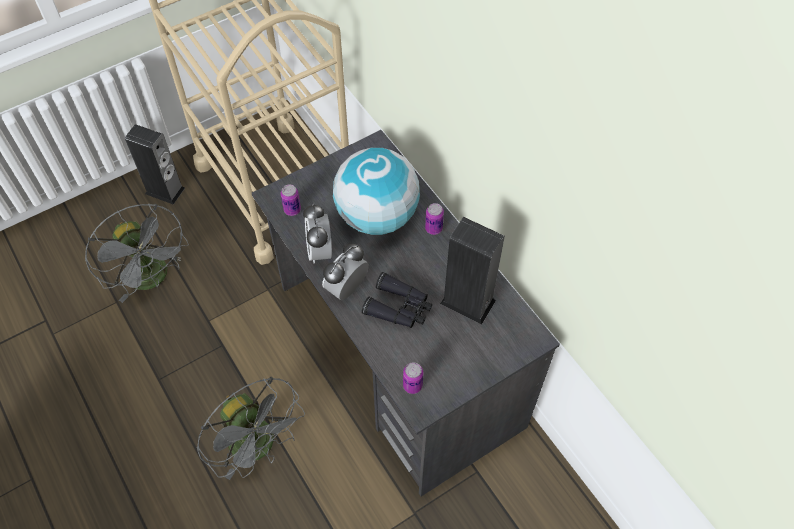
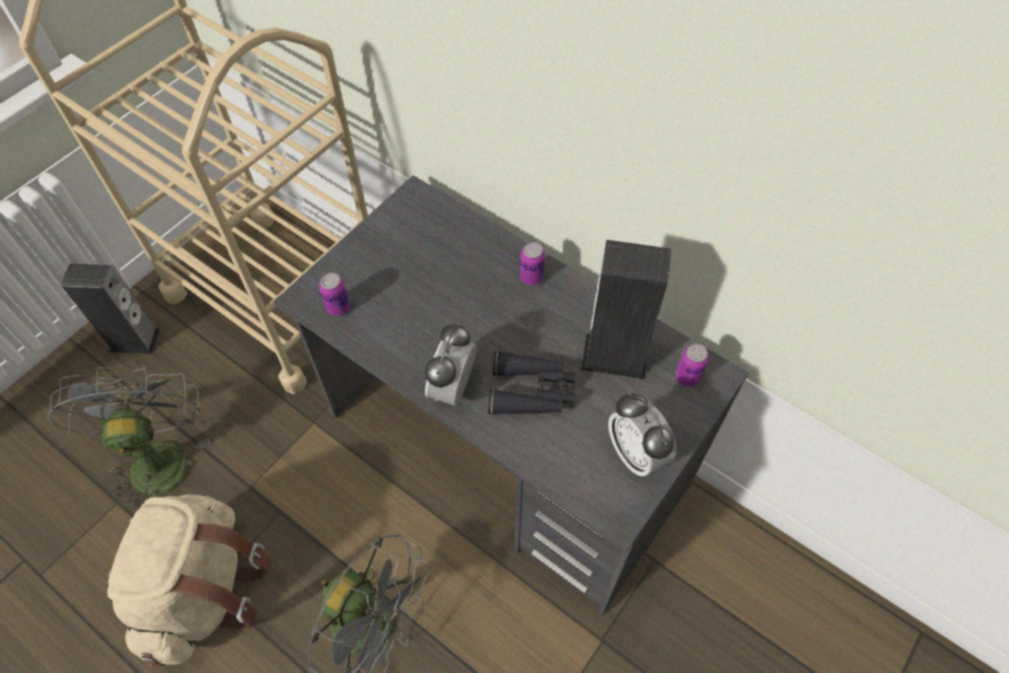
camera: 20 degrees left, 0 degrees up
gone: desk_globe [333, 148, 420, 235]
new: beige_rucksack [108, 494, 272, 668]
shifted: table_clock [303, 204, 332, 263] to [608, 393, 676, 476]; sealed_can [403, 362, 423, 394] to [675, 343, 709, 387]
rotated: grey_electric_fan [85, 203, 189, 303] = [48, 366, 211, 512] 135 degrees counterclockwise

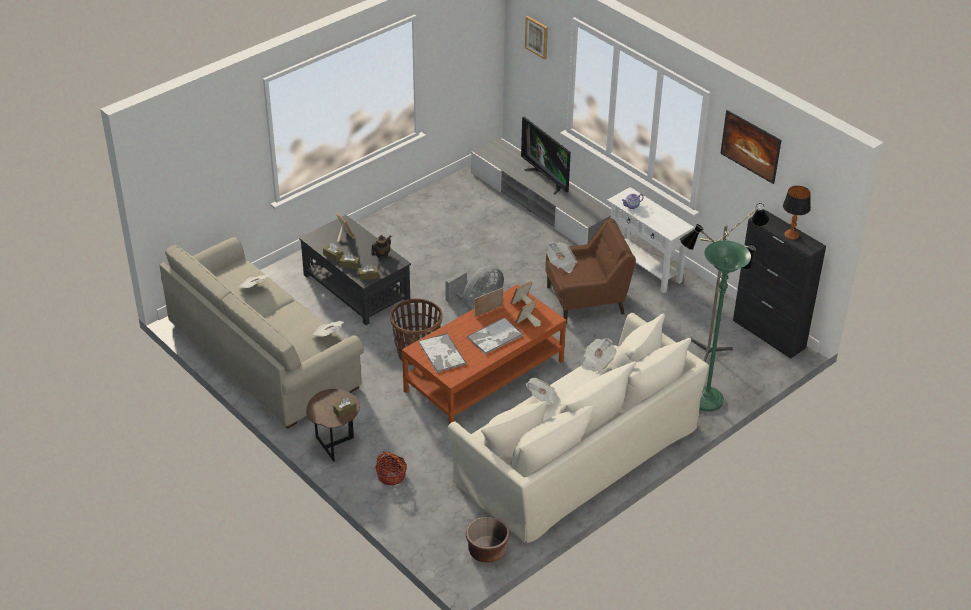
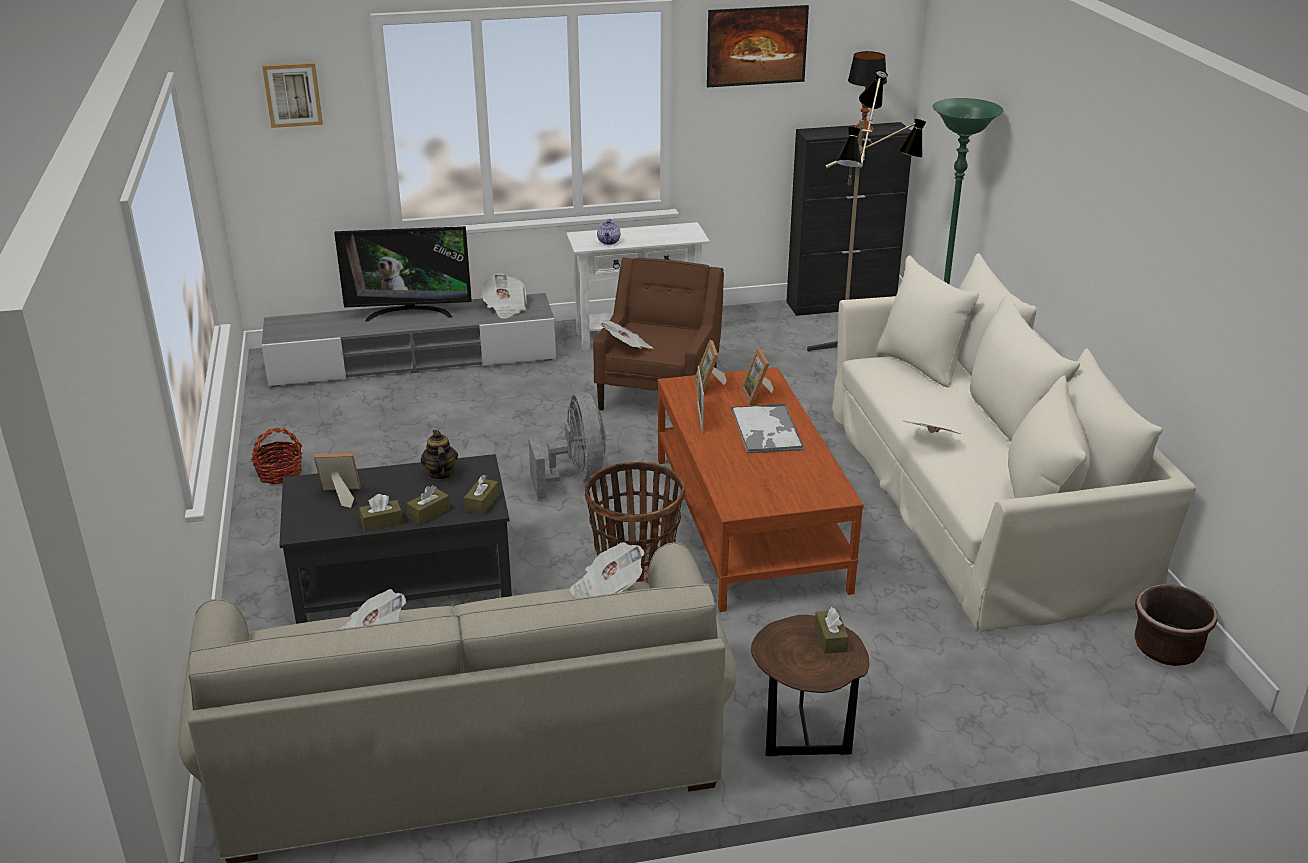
camera: 60 degrees left, 10 degrees down
gone: serving_tray [418, 333, 466, 372]
shifted: household_basket [375, 451, 407, 486] to [251, 428, 302, 484]; printed_paper [582, 338, 617, 373] to [481, 273, 527, 319]

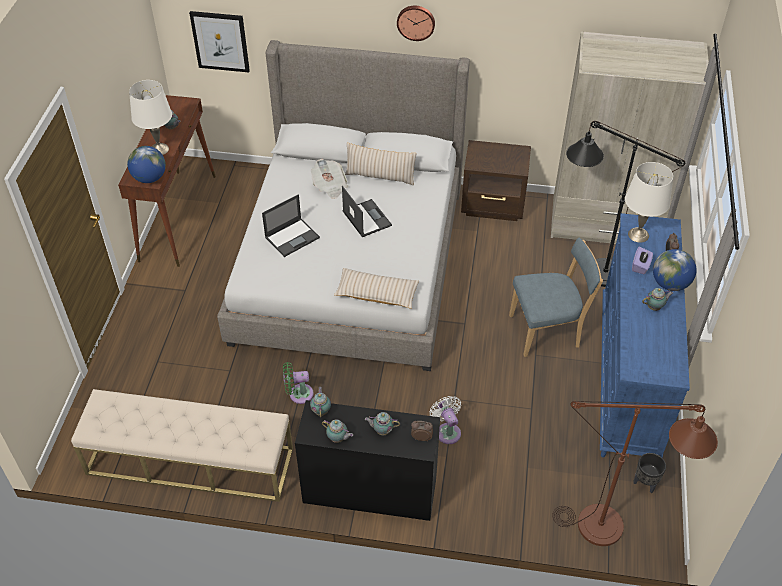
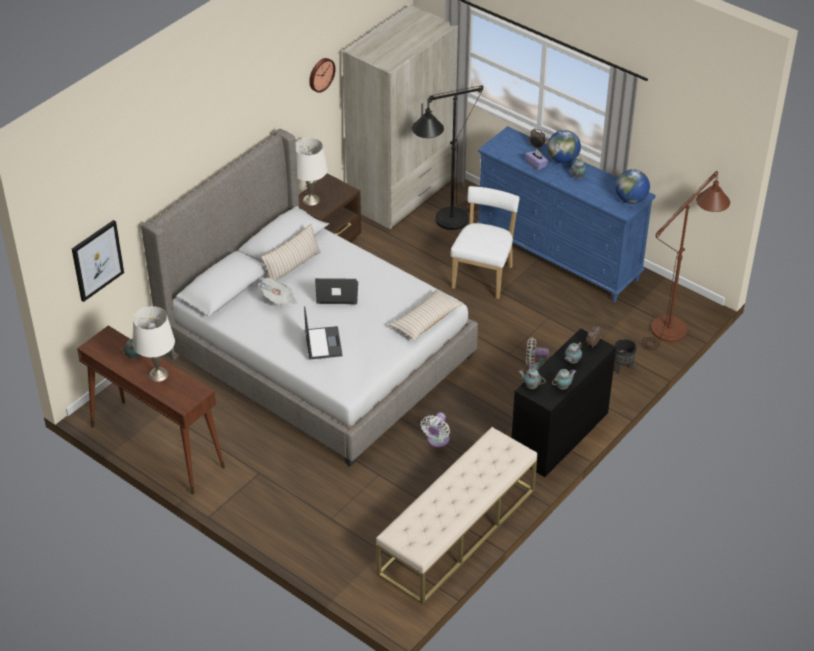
camera: 60 degrees left, 5 degrees down
shifted: whitish_tabletop_lamp [625, 162, 673, 243] to [295, 138, 328, 206]; wall_clock [397, 6, 435, 41] to [309, 58, 336, 93]; black_planter [633, 453, 666, 493] to [614, 339, 637, 374]; desk_globe [127, 146, 166, 183] to [615, 169, 650, 204]
repainted: green_electric_fan [283, 362, 314, 404] to whitish_electric_fan [421, 412, 450, 447]; blue-coloured_plain_chair [509, 238, 603, 357] to whitish_plain_chair [451, 186, 519, 299]

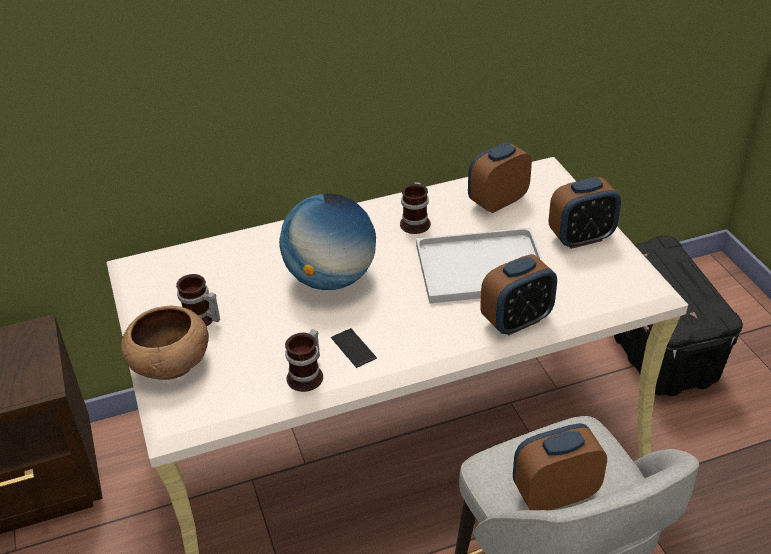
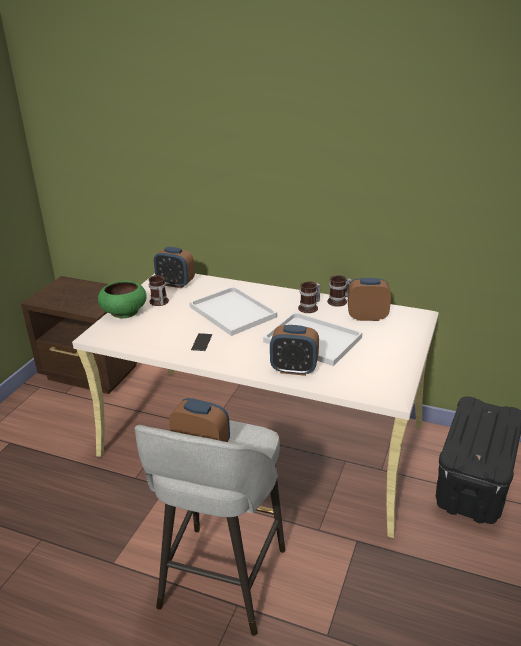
camera: 40 degrees right, 10 degrees down
shifted: table_clock [549, 177, 621, 249] to [154, 247, 195, 289]; mug [285, 329, 323, 392] to [327, 275, 352, 307]
swapped: desk_globe [279, 194, 376, 290] to whitish_serving_tray [189, 286, 277, 336]
repainted: brown_deep_dish [121, 306, 209, 380] to green_deep_dish [98, 281, 147, 319]

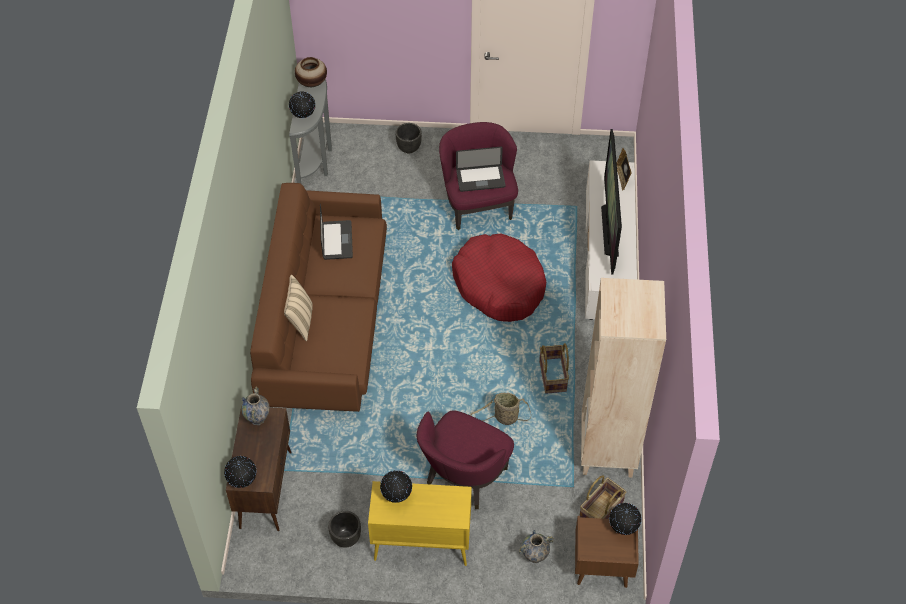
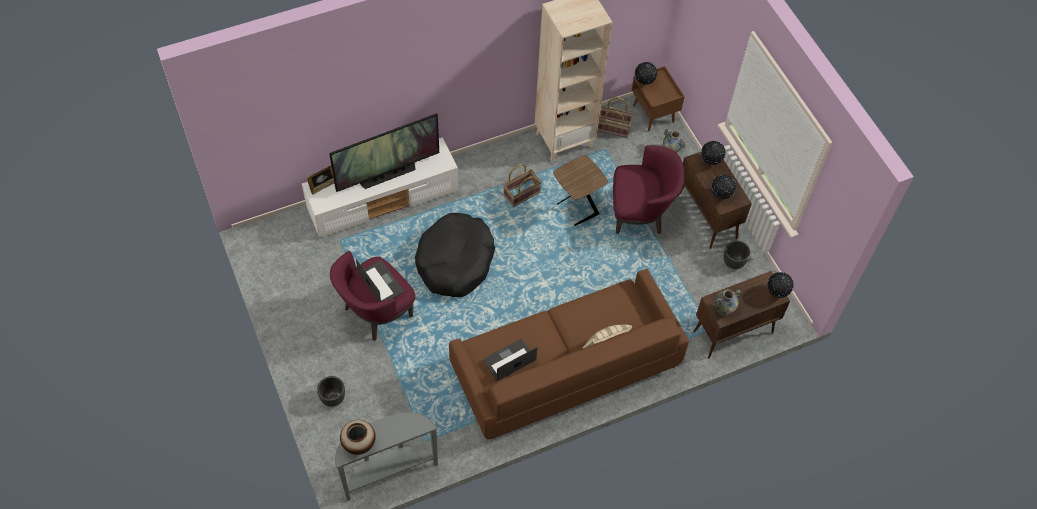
camera: 120 degrees left, 5 degrees up
shifted: desk_globe [289, 91, 315, 118] to [701, 141, 725, 165]
swapped: household_basket [470, 393, 531, 425] to brown_side_table [553, 155, 608, 226]
repainted: red-coloured_dog_bed [452, 234, 546, 322] to black_dog_bed [415, 213, 495, 297]; yellow_cupboard [368, 481, 472, 566] to brown_cupboard [678, 152, 752, 249]

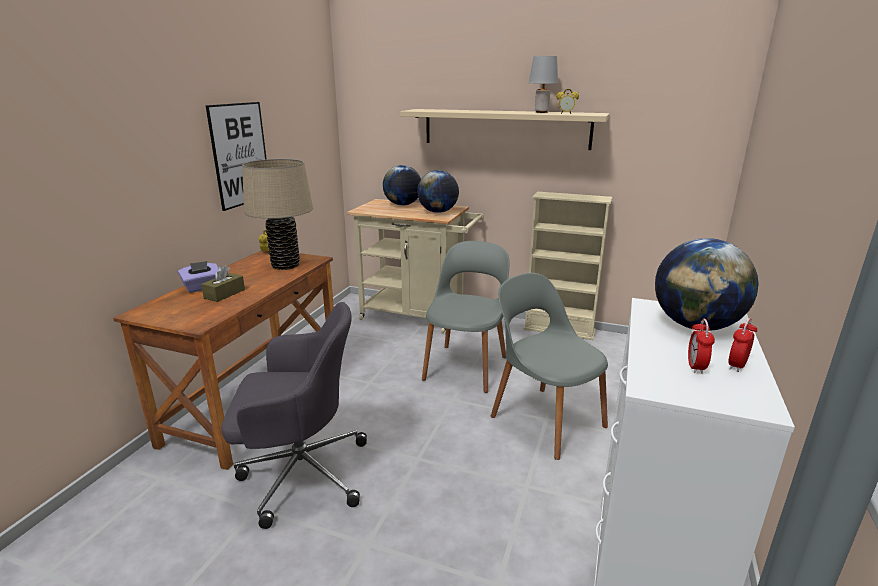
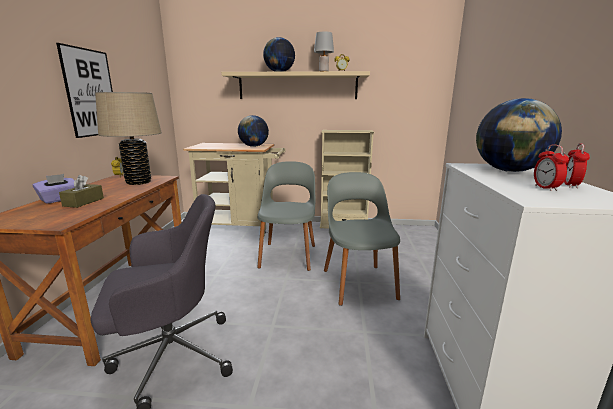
camera: 15 degrees left, 5 degrees down
shifted: desk_globe [383, 165, 421, 206] to [263, 37, 295, 72]
rotated: grey_plain_chair [491, 273, 608, 460] = [324, 172, 400, 306] 45 degrees clockwise

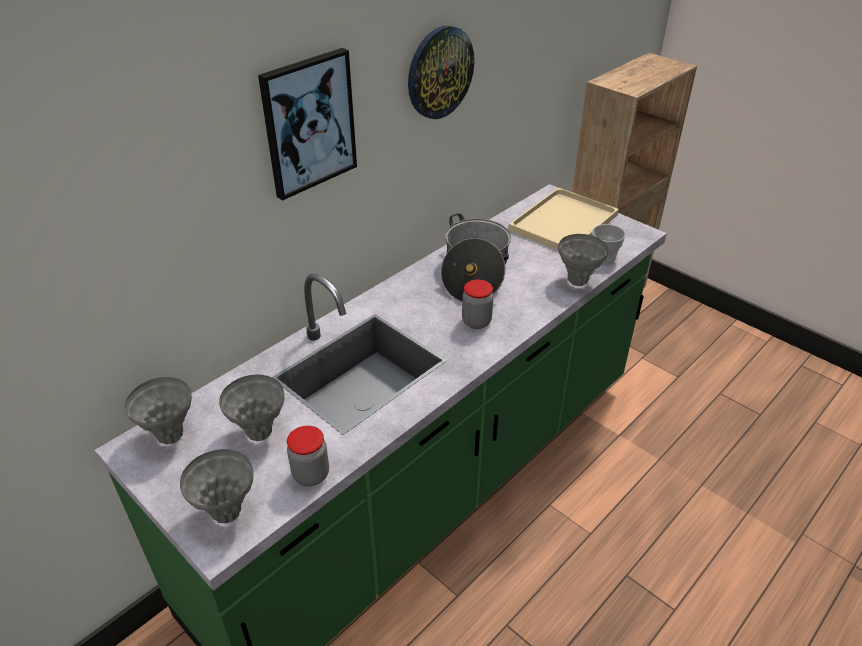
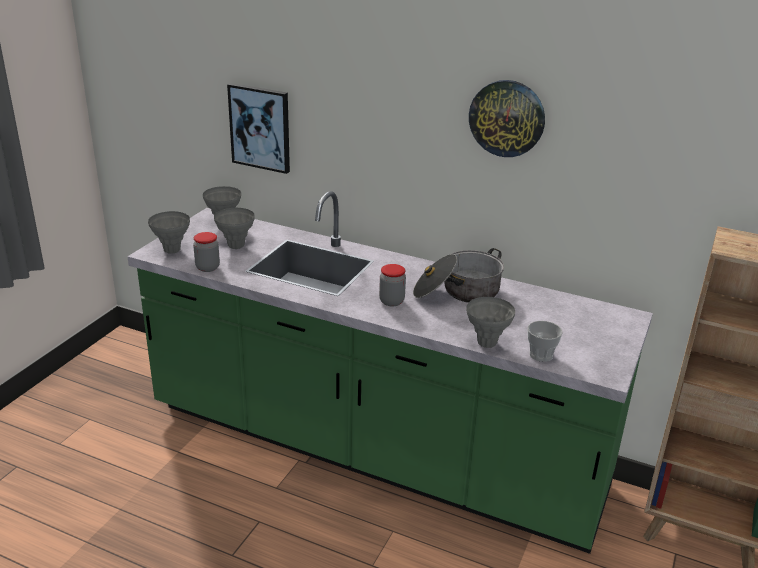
camera: 70 degrees right, 10 degrees down
gone: beige_serving_tray [508, 187, 619, 250]
shifted: picture [258, 48, 357, 200] to [227, 83, 290, 174]

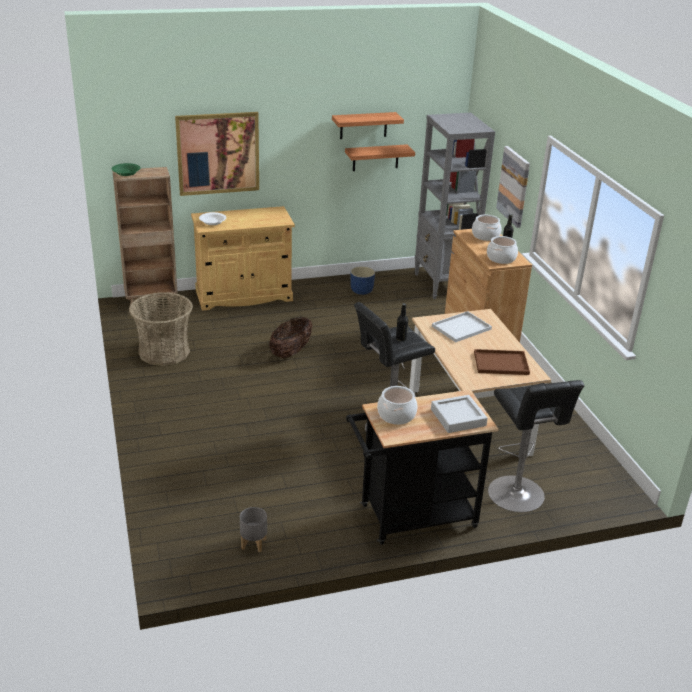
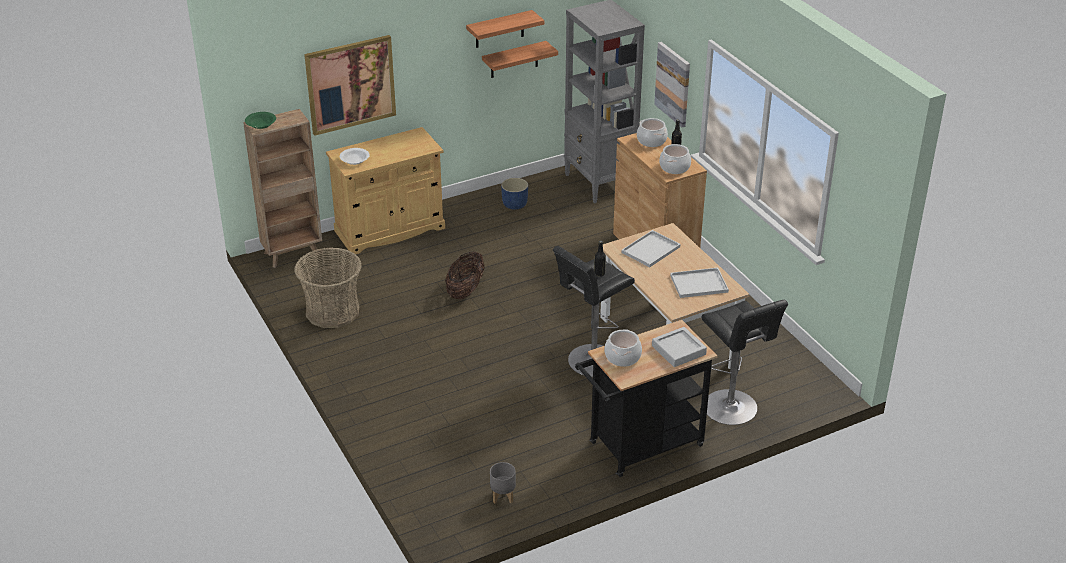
camera: 10 degrees left, 5 degrees up
repainted: brown_serving_tray [474, 349, 530, 375] to whitish_serving_tray [670, 268, 729, 298]

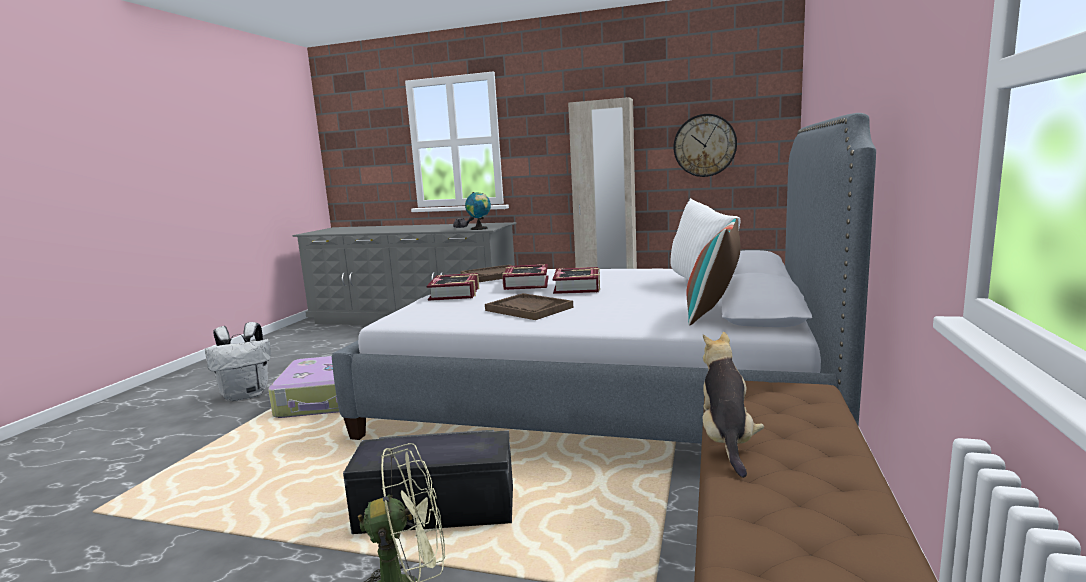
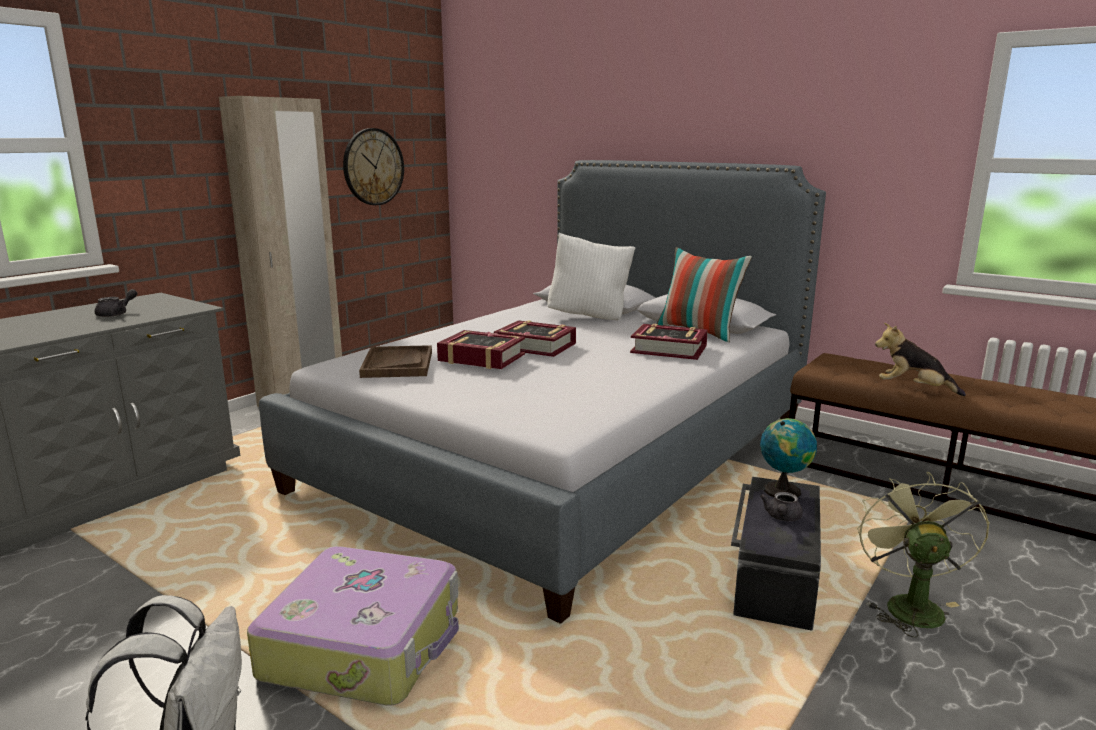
camera: 70 degrees left, 5 degrees up
gone: brown_serving_tray [485, 293, 573, 320]
new: grey_teapot [760, 492, 803, 521]
shifted: bound_book [427, 273, 479, 301] to [630, 324, 708, 360]; desk_globe [465, 192, 491, 230] to [760, 418, 817, 497]

